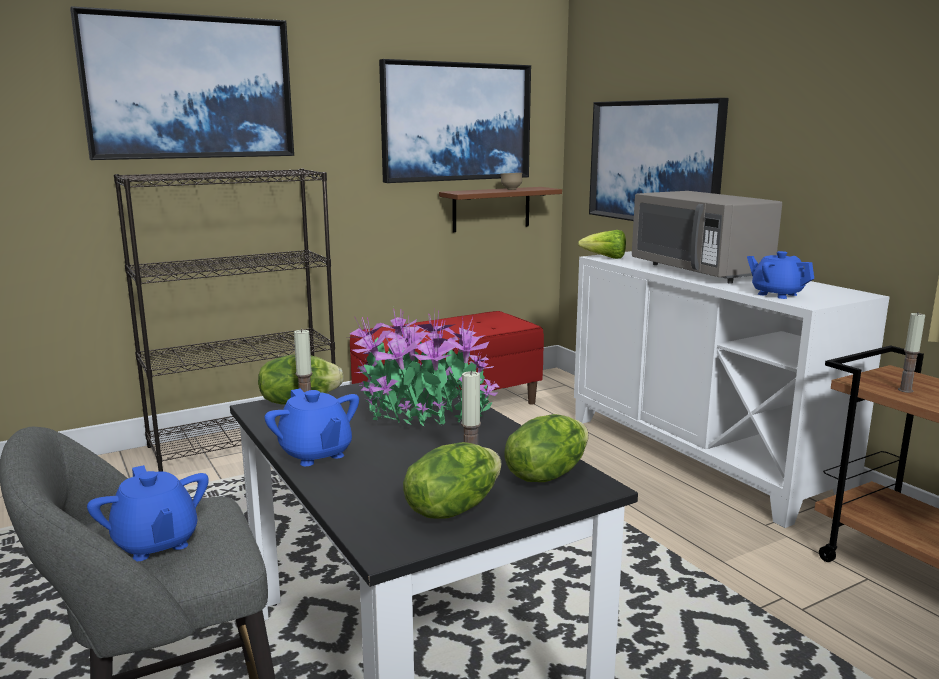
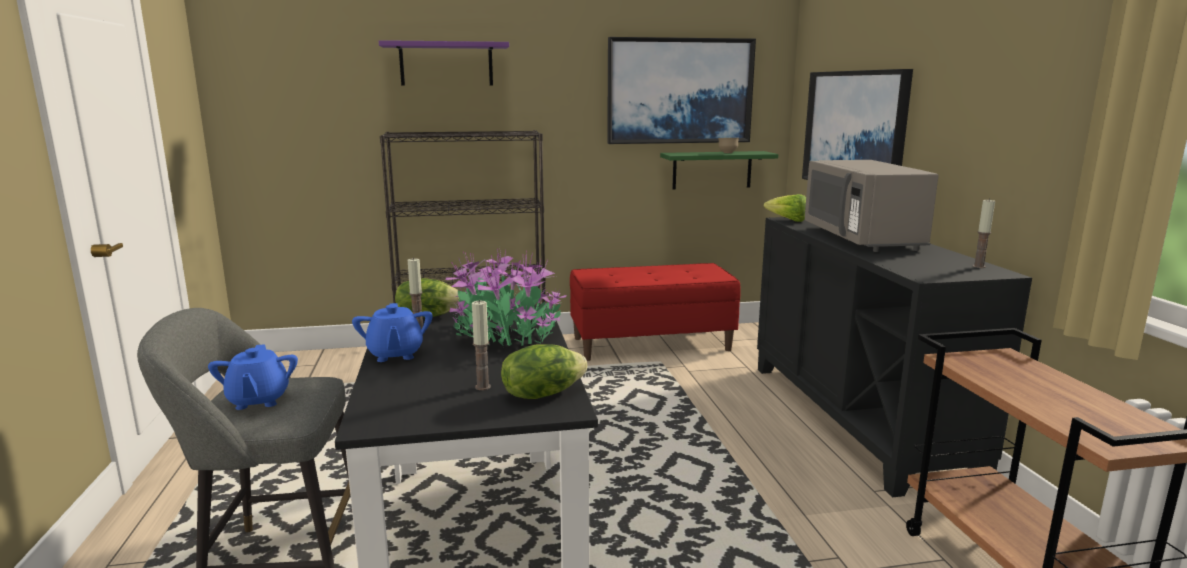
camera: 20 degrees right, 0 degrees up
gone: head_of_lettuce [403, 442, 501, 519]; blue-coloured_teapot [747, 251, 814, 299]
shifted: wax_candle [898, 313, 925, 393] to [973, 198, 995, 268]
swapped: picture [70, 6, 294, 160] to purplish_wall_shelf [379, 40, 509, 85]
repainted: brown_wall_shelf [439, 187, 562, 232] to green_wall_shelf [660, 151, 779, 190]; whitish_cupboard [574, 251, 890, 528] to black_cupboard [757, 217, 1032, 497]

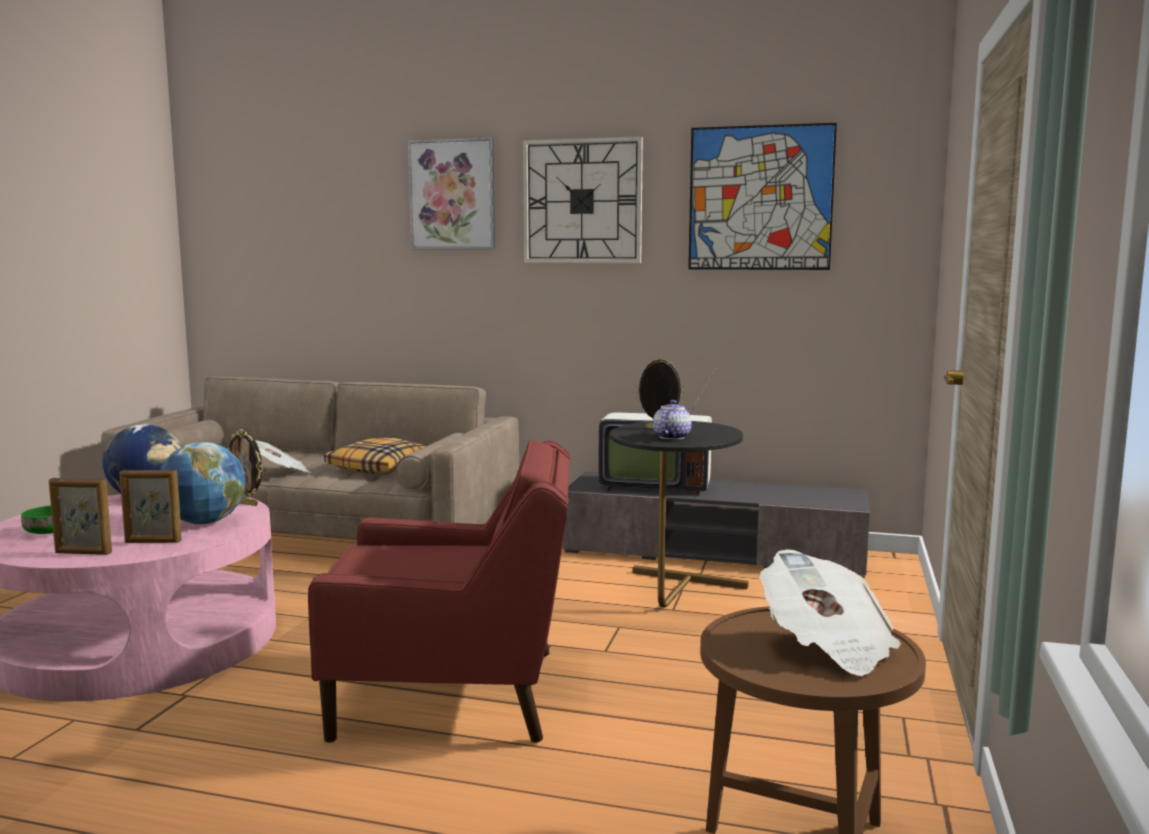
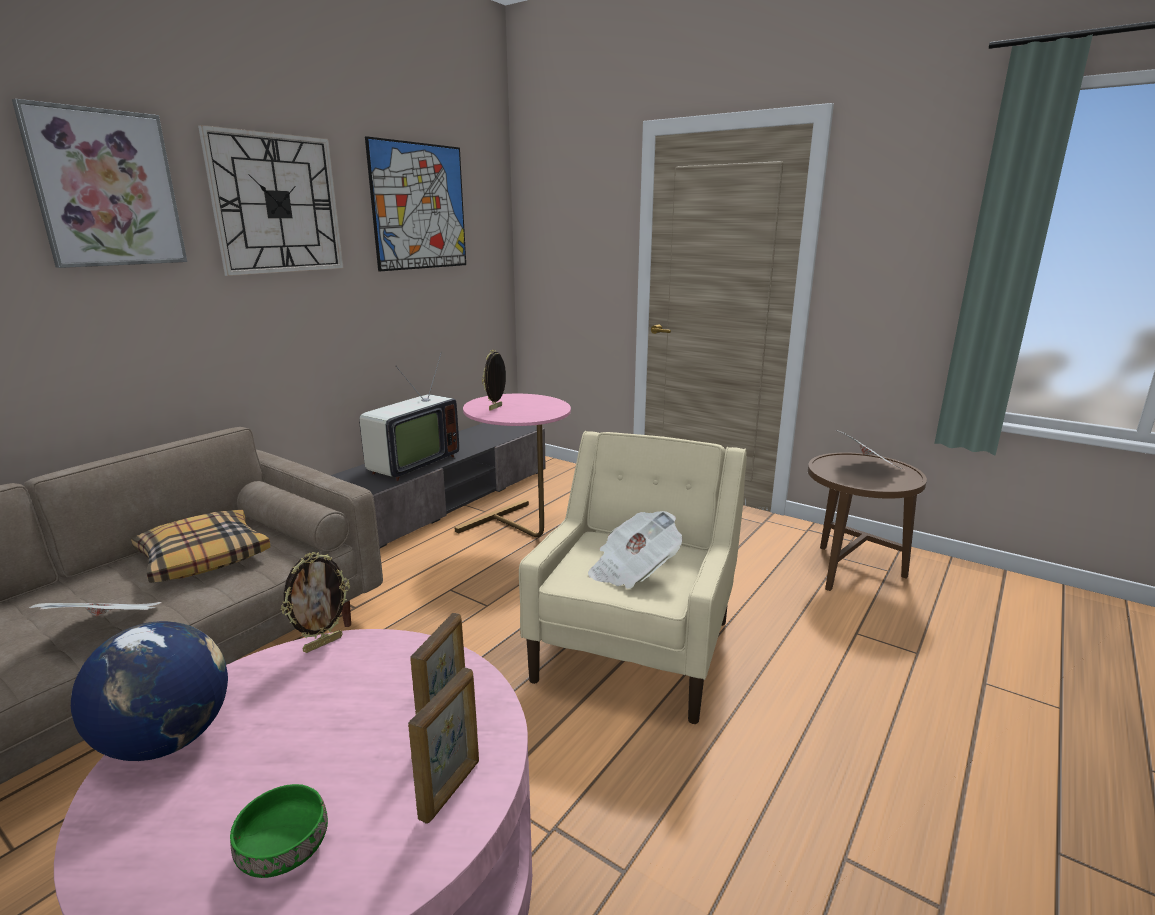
camera: 70 degrees left, 10 degrees up
gone: desk_globe [161, 442, 246, 524]; teapot [653, 400, 692, 440]
new: printed_paper [588, 511, 682, 589]
repainted: black_side_table [610, 421, 749, 608] to pinkish_side_table [455, 394, 571, 537]; red-coloured_easy_chair [308, 440, 571, 743] to beige_easy_chair [519, 431, 747, 724]

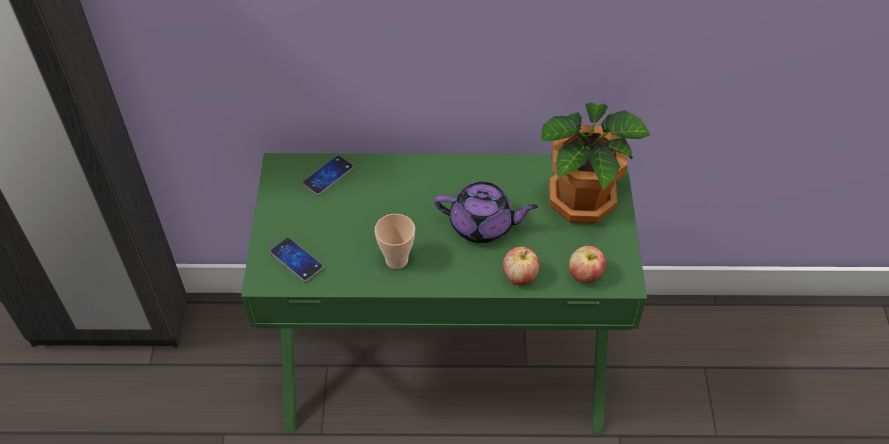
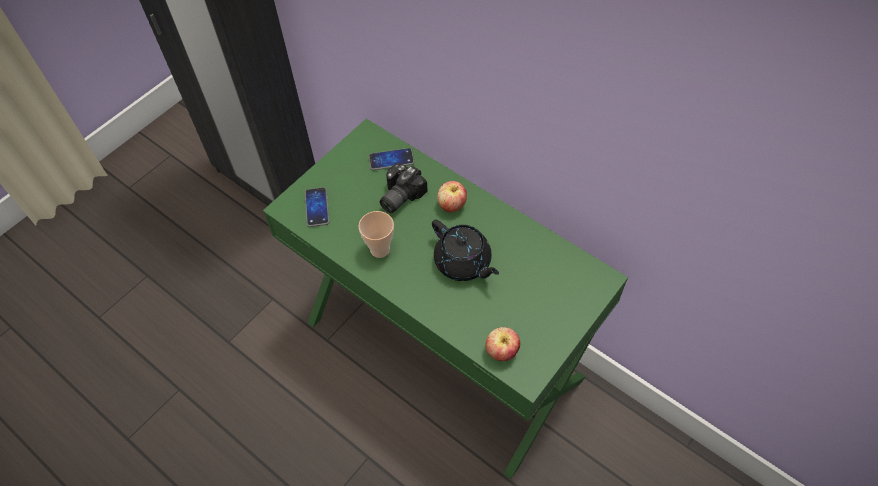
camera: 40 degrees right, 5 degrees up
gone: houseplant [541, 102, 651, 224]
new: photo_camera [380, 163, 428, 213]
shifted: apple [503, 246, 540, 285] to [437, 181, 467, 212]
repainted: purplish_teapot [434, 182, 538, 243] to black_teapot [432, 220, 499, 281]

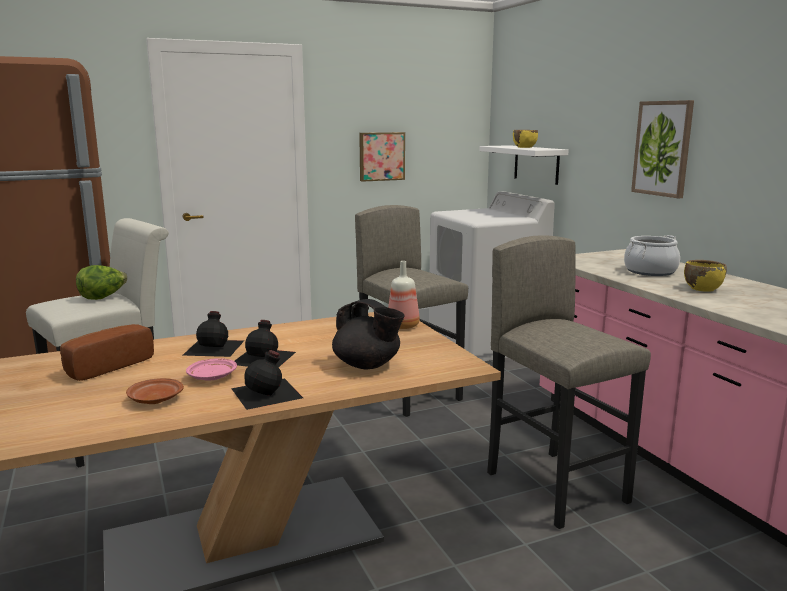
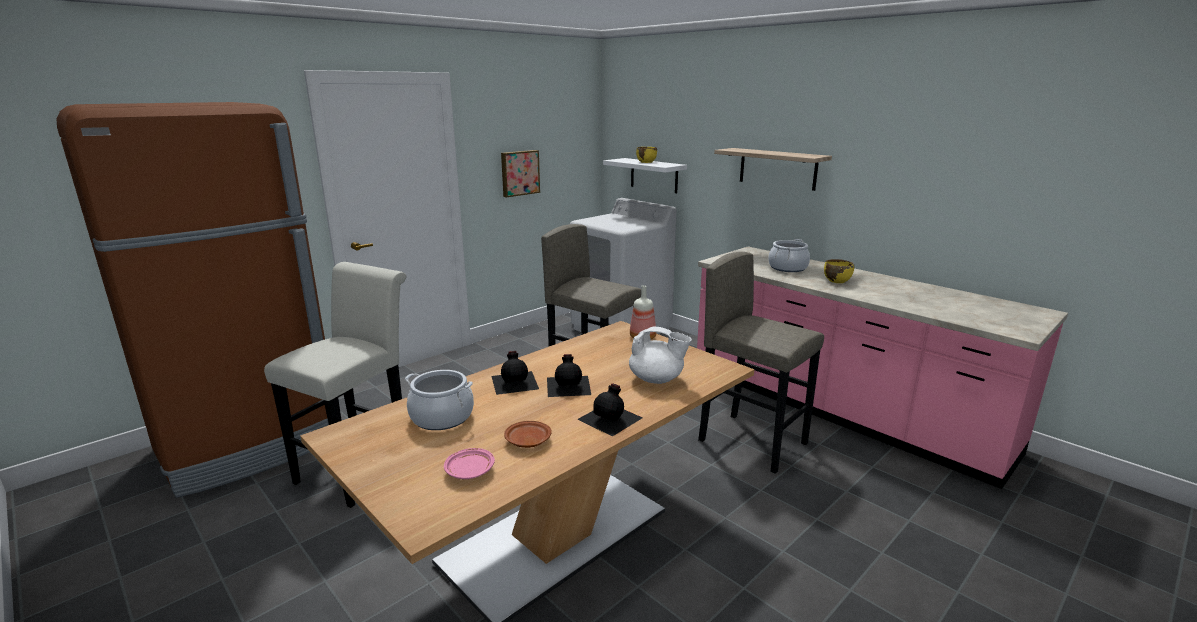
camera: 20 degrees left, 5 degrees up
gone: head_of_lettuce [76, 265, 127, 300]
shifted: pinkish_flat_dish [186, 358, 237, 381] to [444, 448, 495, 479]
swapped: baked_bread [60, 324, 154, 381] to cooking_pot [405, 370, 474, 430]; picture [631, 100, 694, 198] to wall_shelf [714, 148, 832, 191]
repainted: black_teapot [332, 299, 404, 370] to whitish_teapot [629, 327, 692, 384]

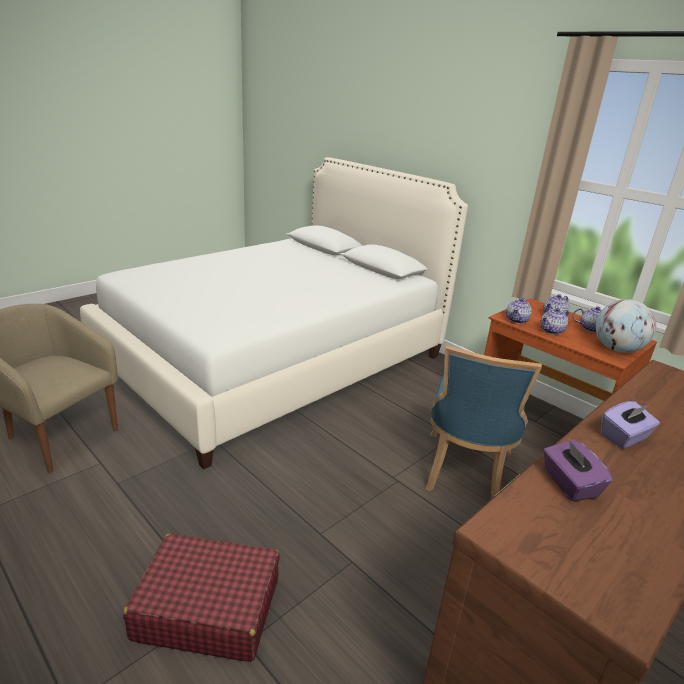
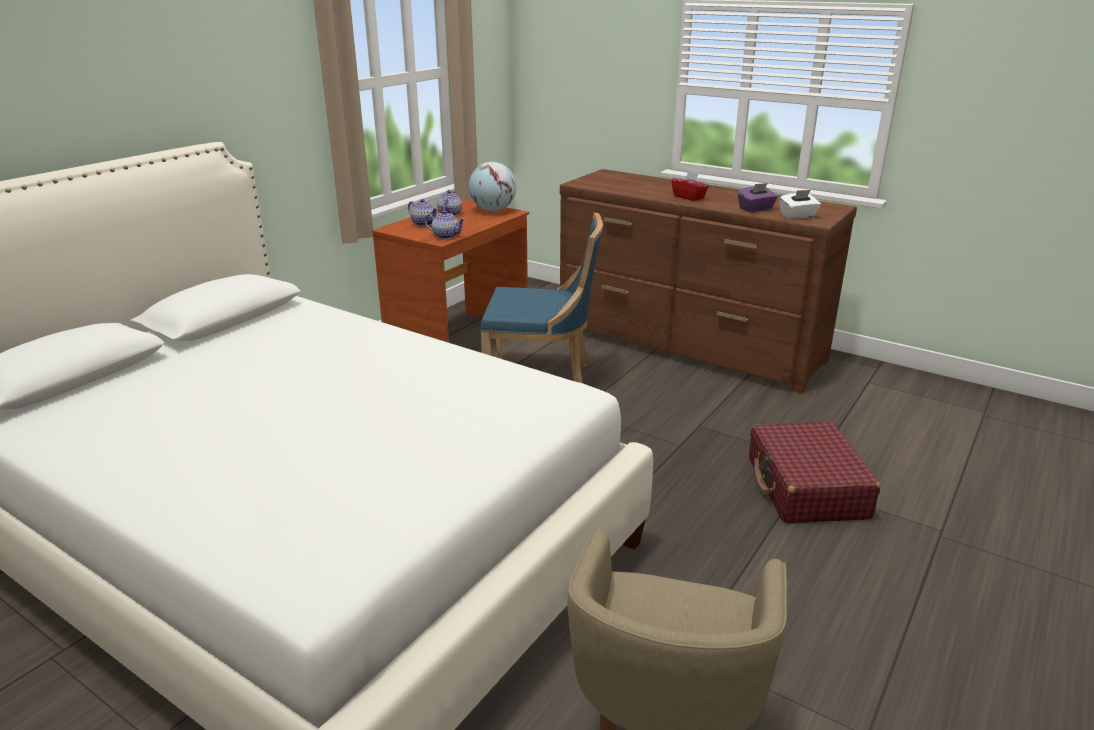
camera: 100 degrees left, 0 degrees up
gone: teapot [540, 308, 569, 335]
new: whitish_box_of_tissues [779, 190, 821, 219]
repainted: purplish_box_of_tissues [601, 401, 660, 449] to red-coloured_box_of_tissues [672, 170, 709, 201]

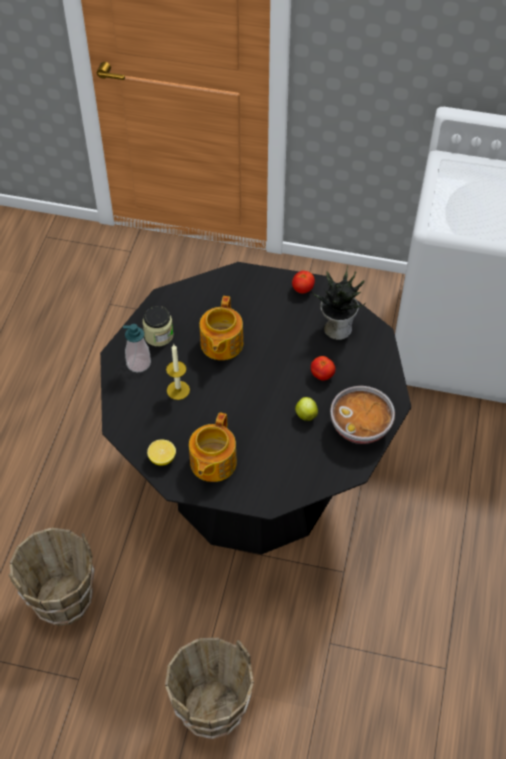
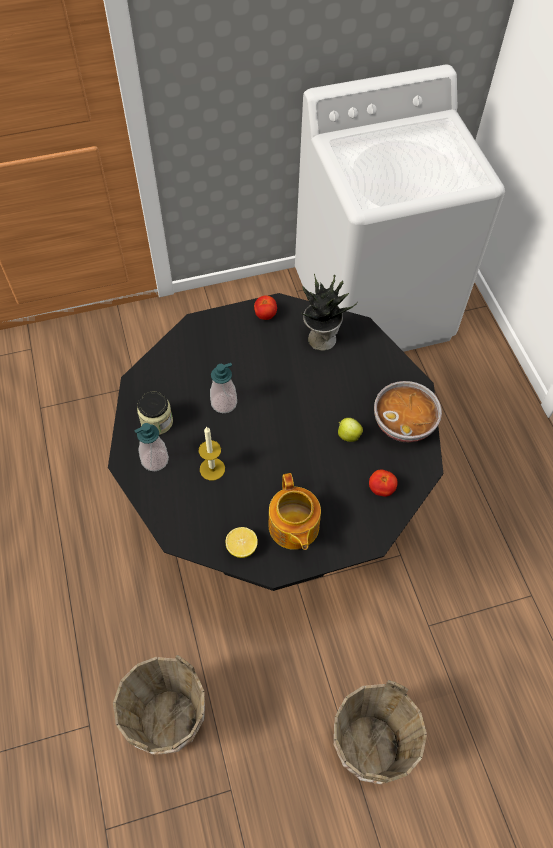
camera: 30 degrees left, 5 degrees up
shifted: tomato [311, 356, 335, 381] to [369, 470, 398, 497]
swapped: teapot [199, 296, 243, 360] to soap_bottle [210, 363, 237, 413]

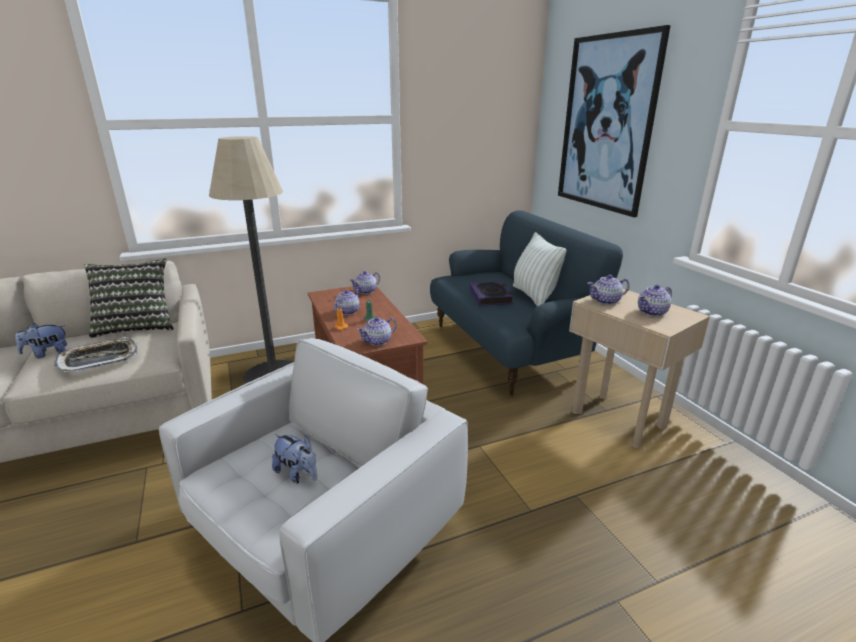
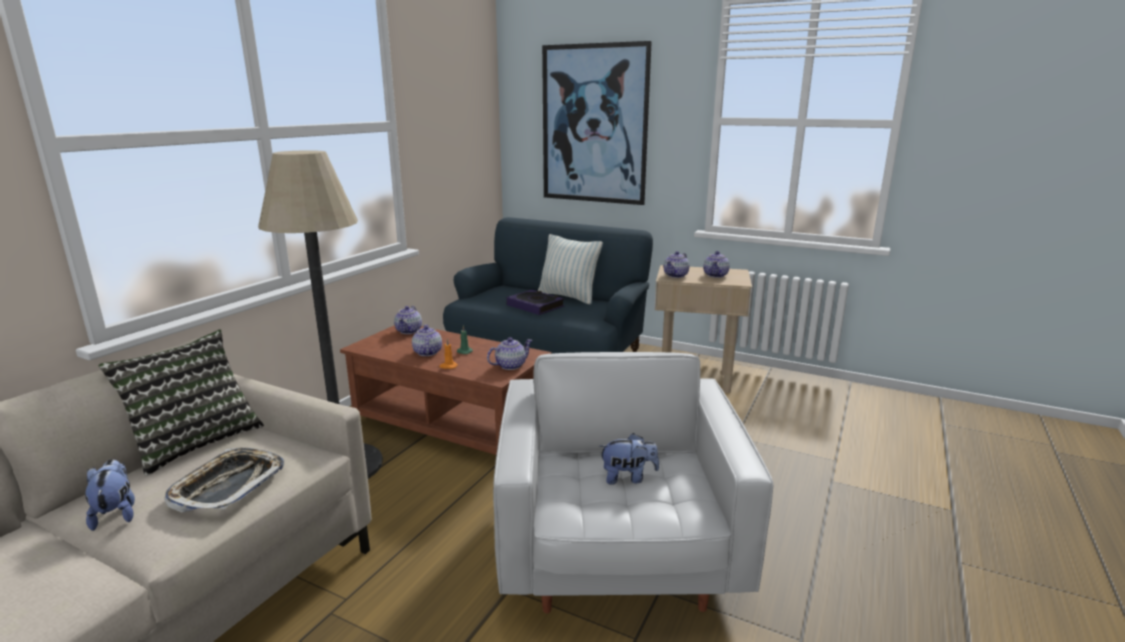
camera: 40 degrees left, 5 degrees down
rotated: cuddly_toy [15, 323, 67, 358] = [85, 459, 135, 531] 135 degrees clockwise; teapot [357, 317, 397, 346] = [487, 337, 533, 370] 135 degrees counterclockwise

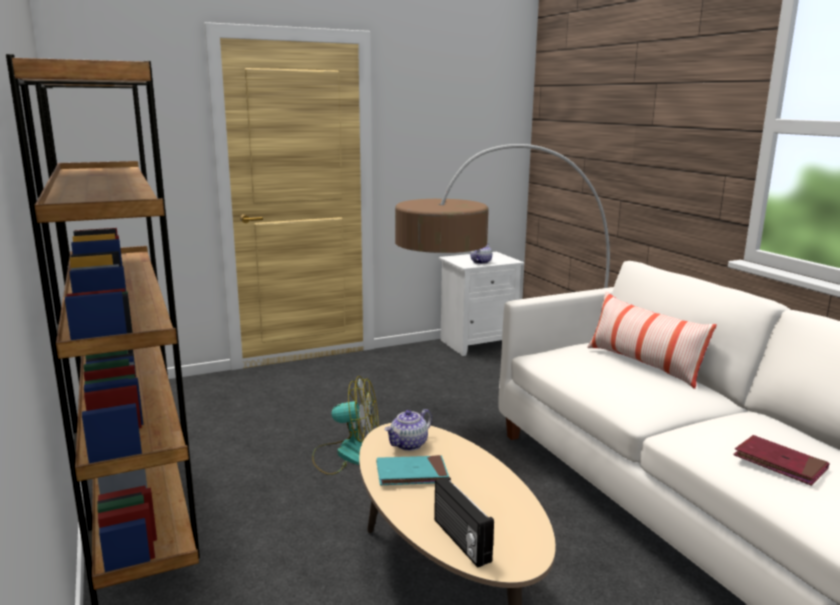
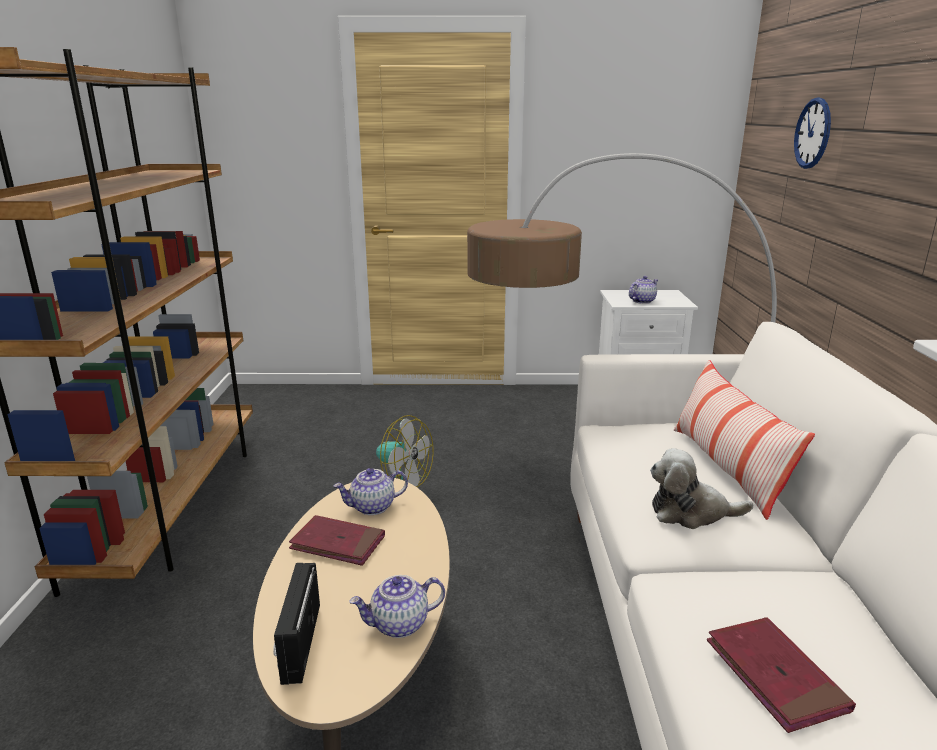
camera: 25 degrees right, 5 degrees up
new: teapot [349, 575, 445, 638]; cuddly_toy [650, 448, 754, 529]; wall_clock [794, 97, 831, 169]
repainted: turquoise_bound_book [377, 455, 449, 485] to red-coloured_bound_book [289, 515, 385, 566]

